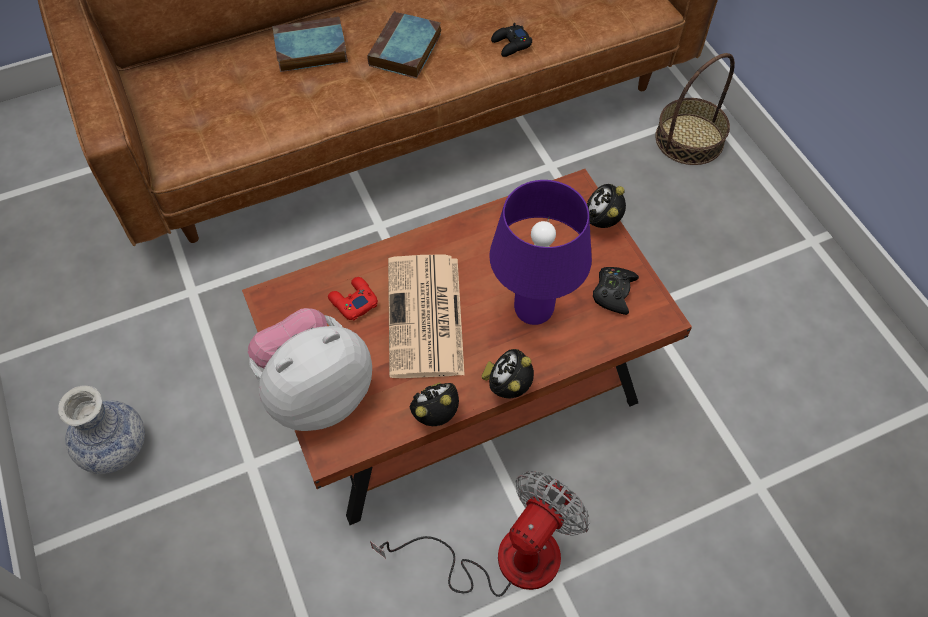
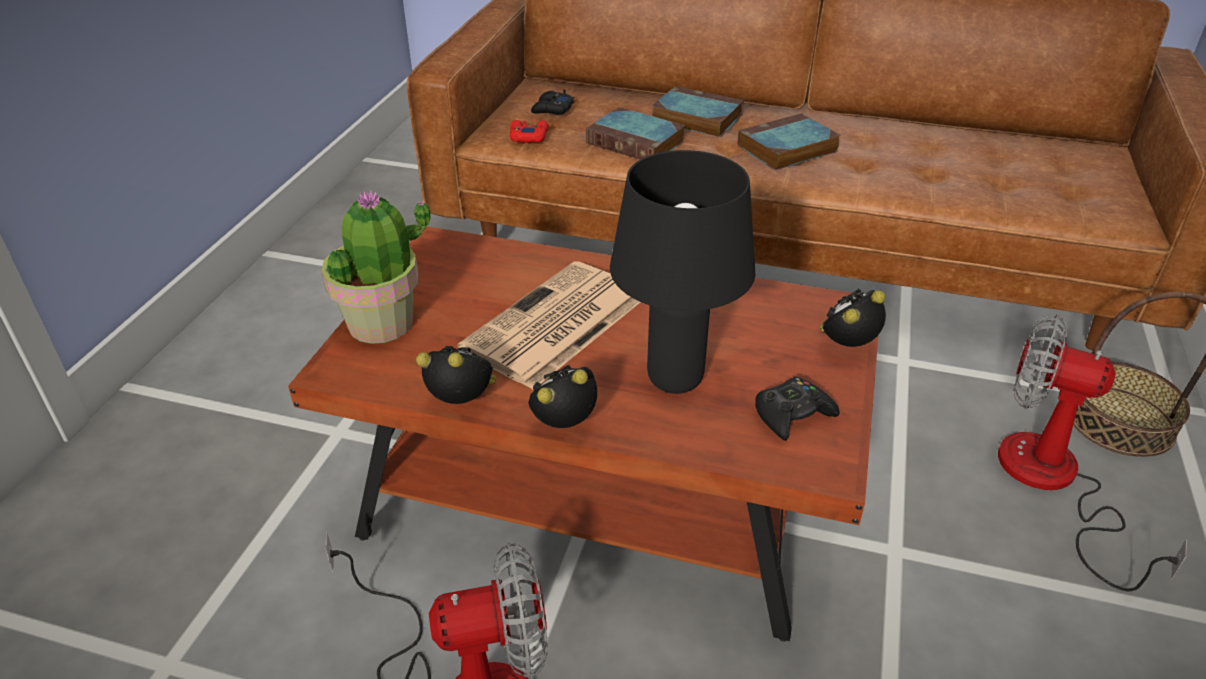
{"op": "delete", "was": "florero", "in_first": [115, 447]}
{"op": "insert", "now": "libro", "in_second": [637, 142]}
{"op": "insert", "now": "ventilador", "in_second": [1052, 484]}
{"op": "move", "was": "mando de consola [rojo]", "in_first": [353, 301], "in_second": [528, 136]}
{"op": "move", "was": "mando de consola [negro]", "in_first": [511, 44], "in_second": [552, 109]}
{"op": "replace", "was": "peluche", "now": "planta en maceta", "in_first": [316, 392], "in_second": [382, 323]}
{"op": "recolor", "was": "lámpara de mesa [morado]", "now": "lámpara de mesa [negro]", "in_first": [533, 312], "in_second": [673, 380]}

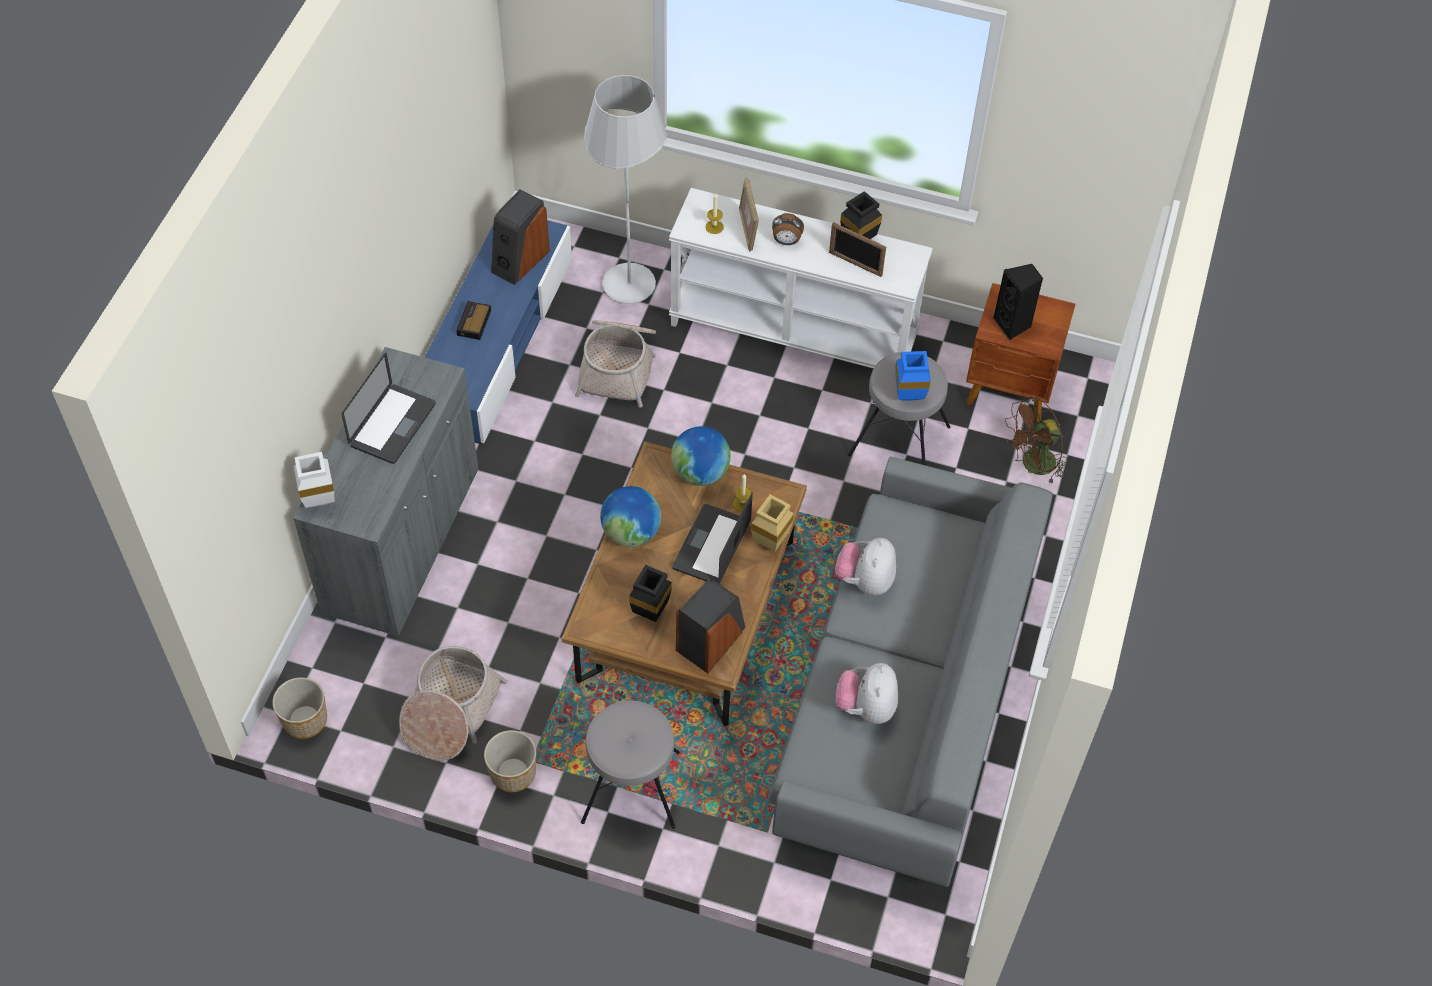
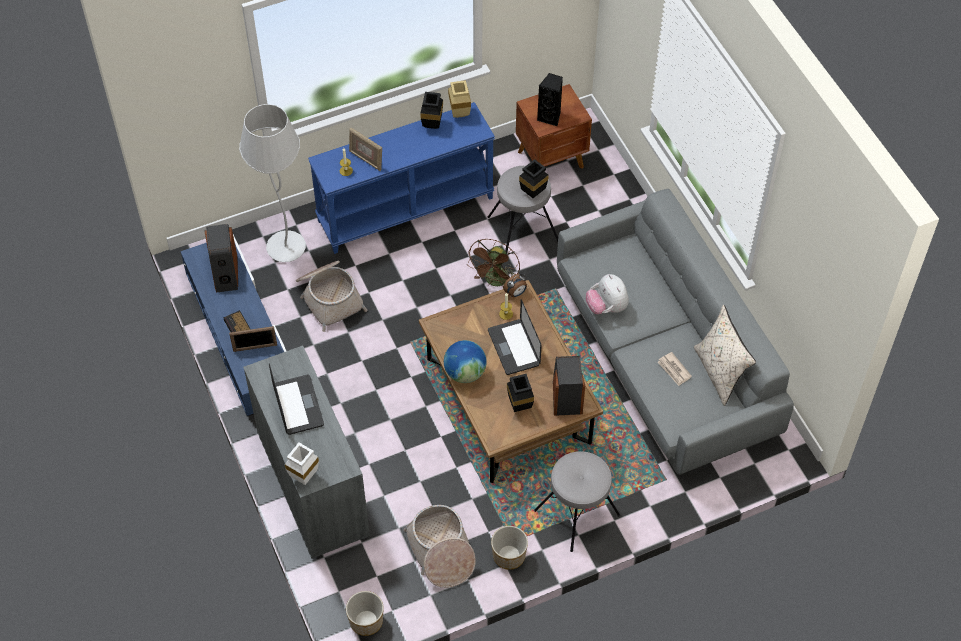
{"op": "delete", "was": "globo terráqueo", "in_first": [700, 473]}
{"op": "insert", "now": "cojín [beis]", "in_second": [719, 373]}
{"op": "move", "was": "florero [beis]", "in_first": [770, 544], "in_second": [460, 115]}
{"op": "move", "was": "despertador", "in_first": [786, 242], "in_second": [515, 293]}
{"op": "move", "was": "portarretratos", "in_first": [855, 264], "in_second": [255, 348]}
{"op": "move", "was": "ventilador [marrón]", "in_first": [1032, 466], "in_second": [495, 282]}
{"op": "replace", "was": "peluche", "now": "periódico", "in_first": [866, 707], "in_second": [674, 370]}
{"op": "recolor", "was": "mesa consola [blanco]", "now": "mesa consola [azul]", "in_first": [794, 330], "in_second": [405, 208]}
{"op": "recolor", "was": "florero [azul]", "now": "florero [negro]", "in_first": [910, 395], "in_second": [533, 192]}

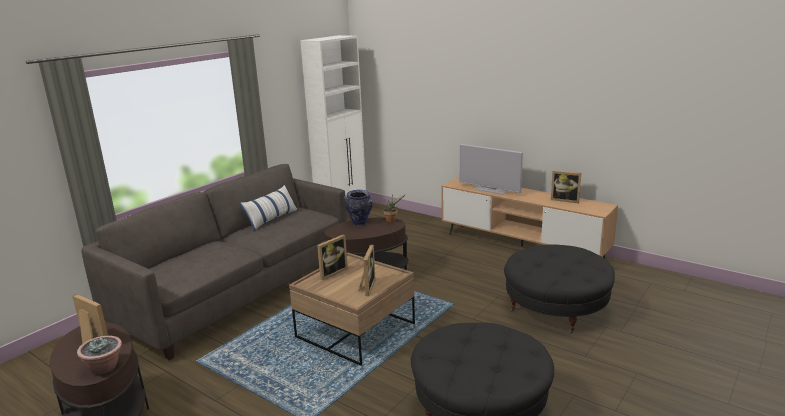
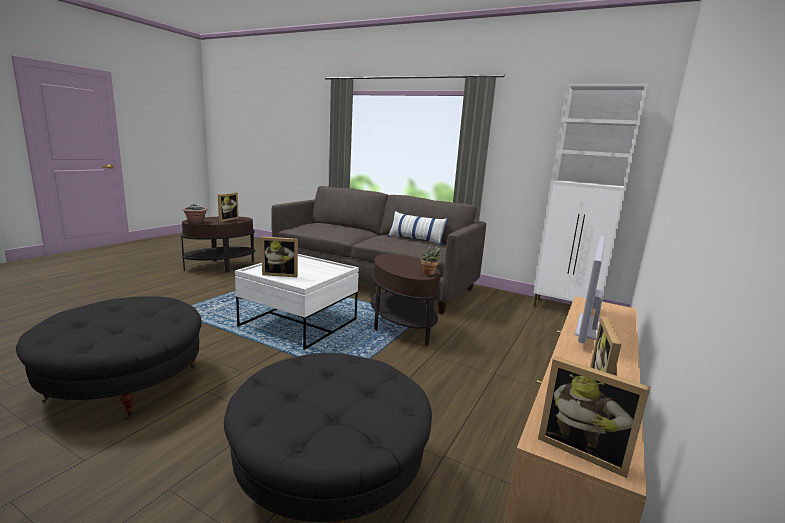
{"op": "delete", "was": "florero", "in_first": [360, 223]}
{"op": "move", "was": "portarretratos", "in_first": [331, 272], "in_second": [583, 449]}
{"op": "recolor", "was": "mesa de centro [marrón]", "now": "mesa de centro [blanco]", "in_first": [355, 330], "in_second": [299, 323]}

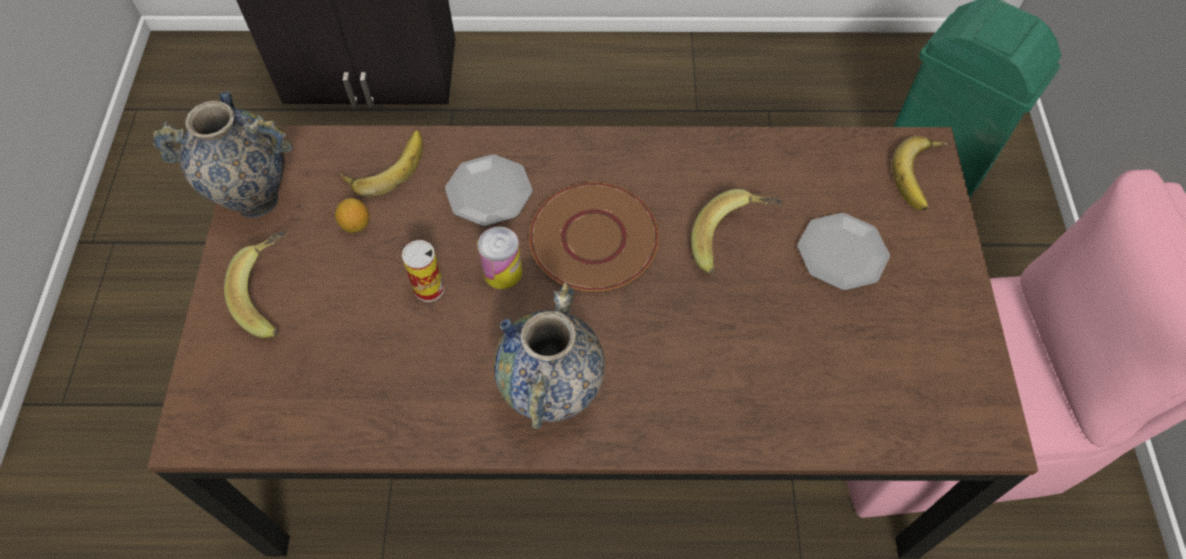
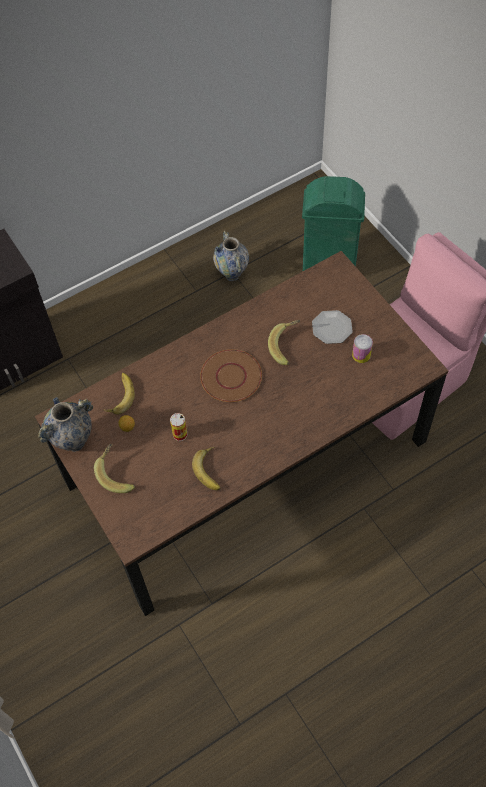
{"op": "delete", "was": "plato", "in_first": [489, 191]}
{"op": "move", "was": "lata", "in_first": [502, 272], "in_second": [361, 355]}
{"op": "move", "was": "florero", "in_first": [552, 398], "in_second": [232, 274]}
{"op": "move", "was": "plátano", "in_first": [923, 177], "in_second": [211, 470]}

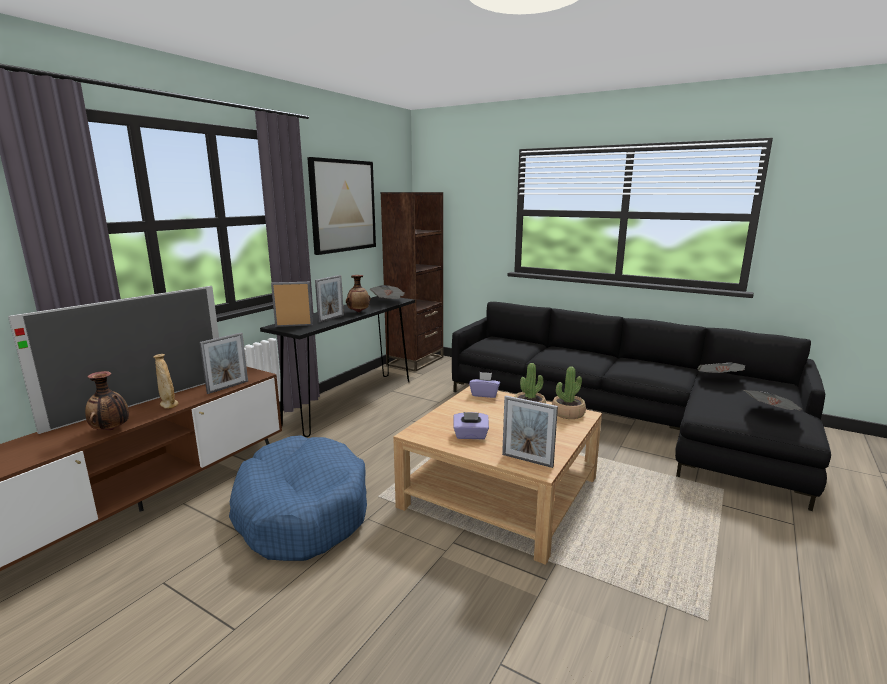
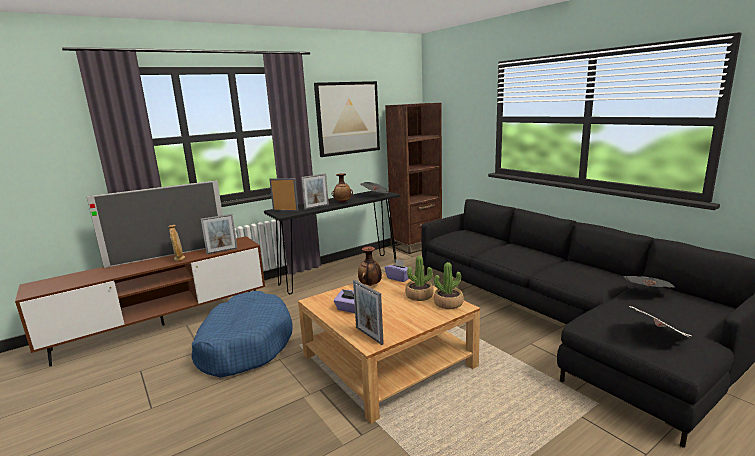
{"op": "move", "was": "florero", "in_first": [111, 430], "in_second": [370, 285]}

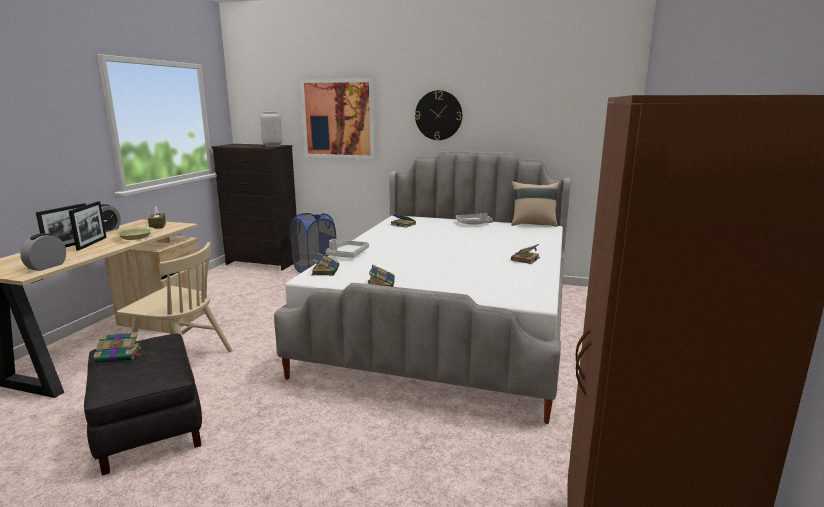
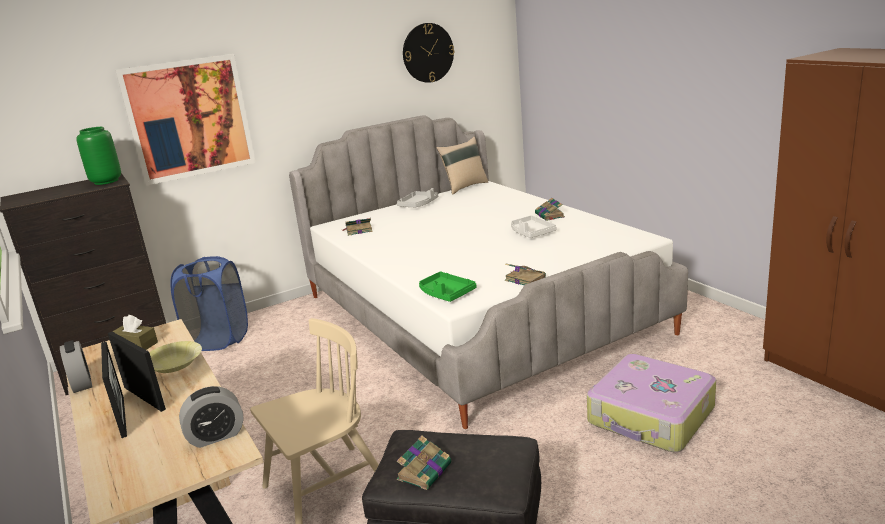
{"op": "insert", "now": "maleta", "in_second": [651, 416]}
{"op": "move", "was": "bandeja [blanco]", "in_first": [347, 254], "in_second": [531, 233]}
{"op": "move", "was": "reloj de pared", "in_first": [438, 115], "in_second": [428, 53]}
{"op": "replace", "was": "libro", "now": "bandeja [verde]", "in_first": [325, 270], "in_second": [446, 293]}
{"op": "recolor", "was": "florero [gris]", "now": "florero [verde]", "in_first": [273, 146], "in_second": [107, 181]}
{"op": "rotate", "was": "despertador", "in_first": [47, 266], "in_second": [216, 436], "clockwise": -90}

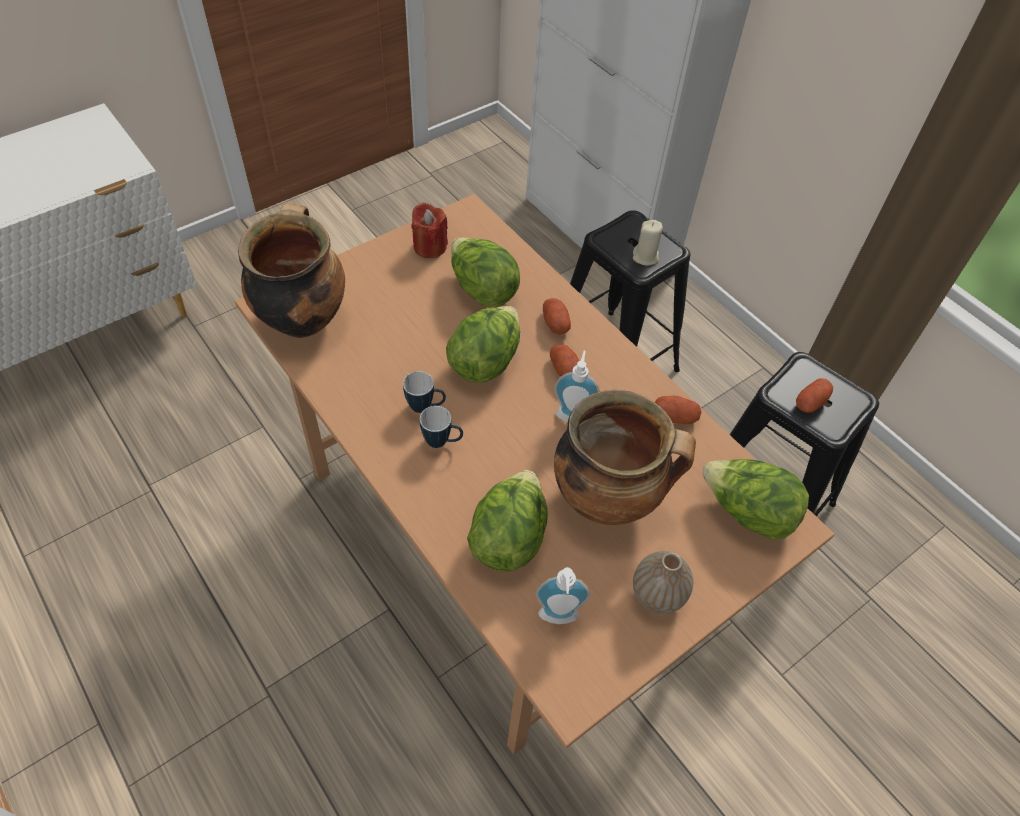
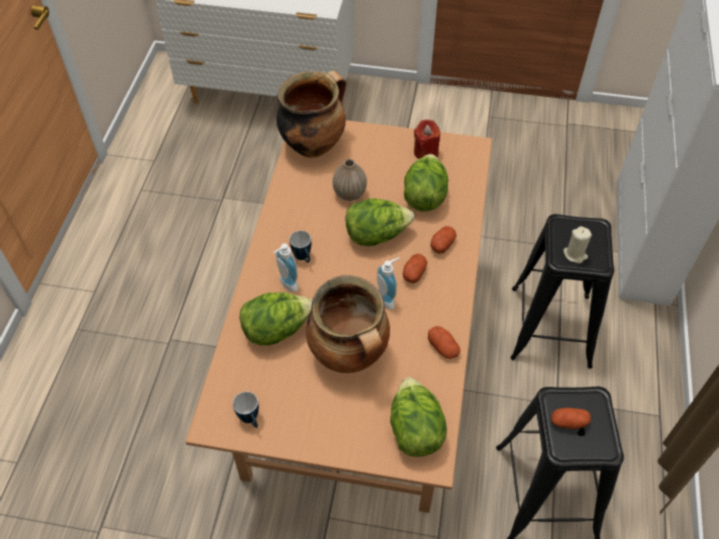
{"op": "move", "was": "taza grande", "in_first": [425, 407], "in_second": [251, 420]}
{"op": "move", "was": "dispensador de jabón", "in_first": [558, 619], "in_second": [286, 285]}
{"op": "move", "was": "florero", "in_first": [657, 595], "in_second": [349, 194]}

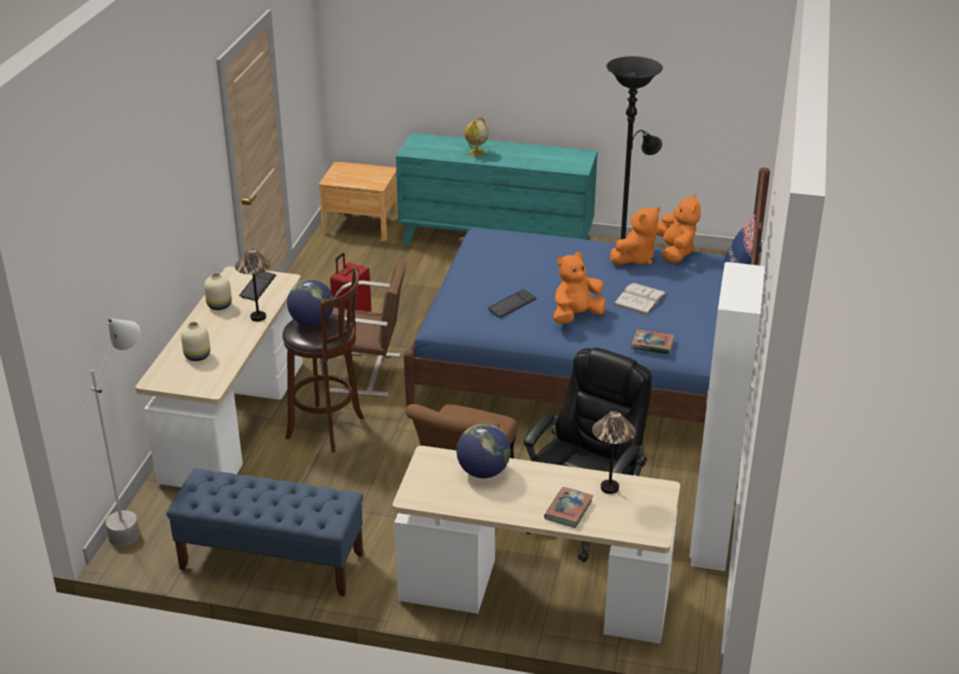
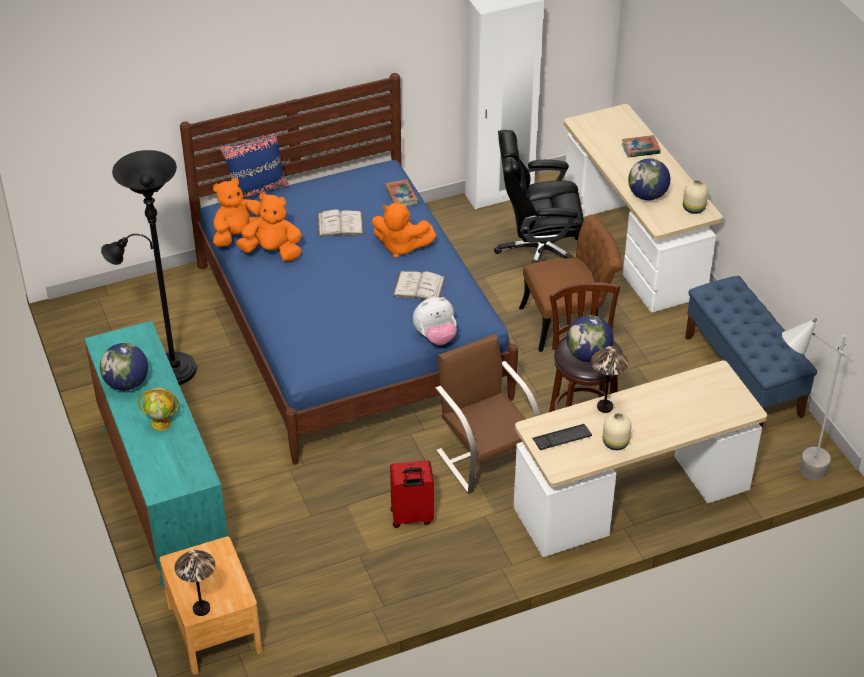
{"op": "insert", "now": "globo terráqueo", "in_second": [127, 383]}
{"op": "insert", "now": "peluche", "in_second": [435, 337]}
{"op": "move", "was": "florero [beis]", "in_first": [197, 355], "in_second": [693, 209]}
{"op": "move", "was": "lámpara de mesa", "in_first": [610, 488], "in_second": [201, 608]}
{"op": "replace", "was": "teclado", "now": "libro [blanco]", "in_first": [512, 305], "in_second": [419, 286]}

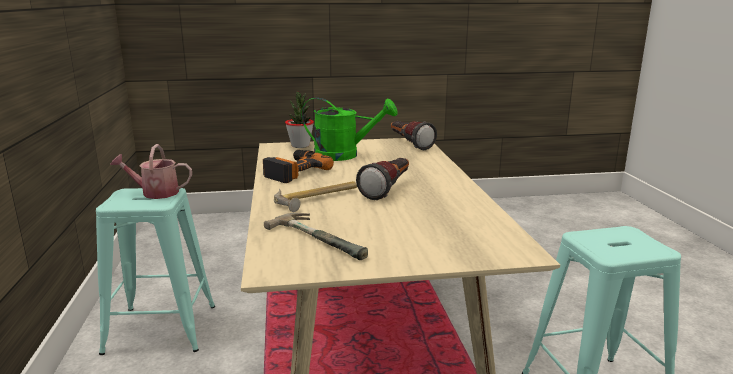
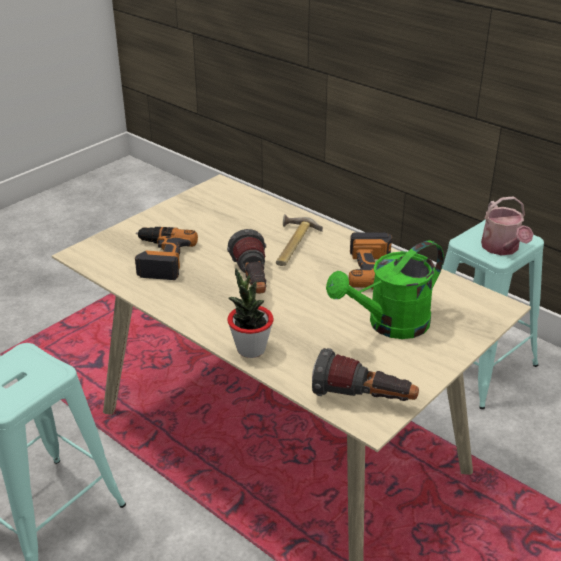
{"op": "delete", "was": "martillo", "in_first": [323, 237]}
{"op": "insert", "now": "taladro", "in_second": [159, 258]}
{"op": "move", "was": "planta en maceta", "in_first": [300, 145], "in_second": [251, 349]}
{"op": "rotate", "was": "regadera", "in_first": [155, 193], "in_second": [502, 248], "clockwise": 120}

